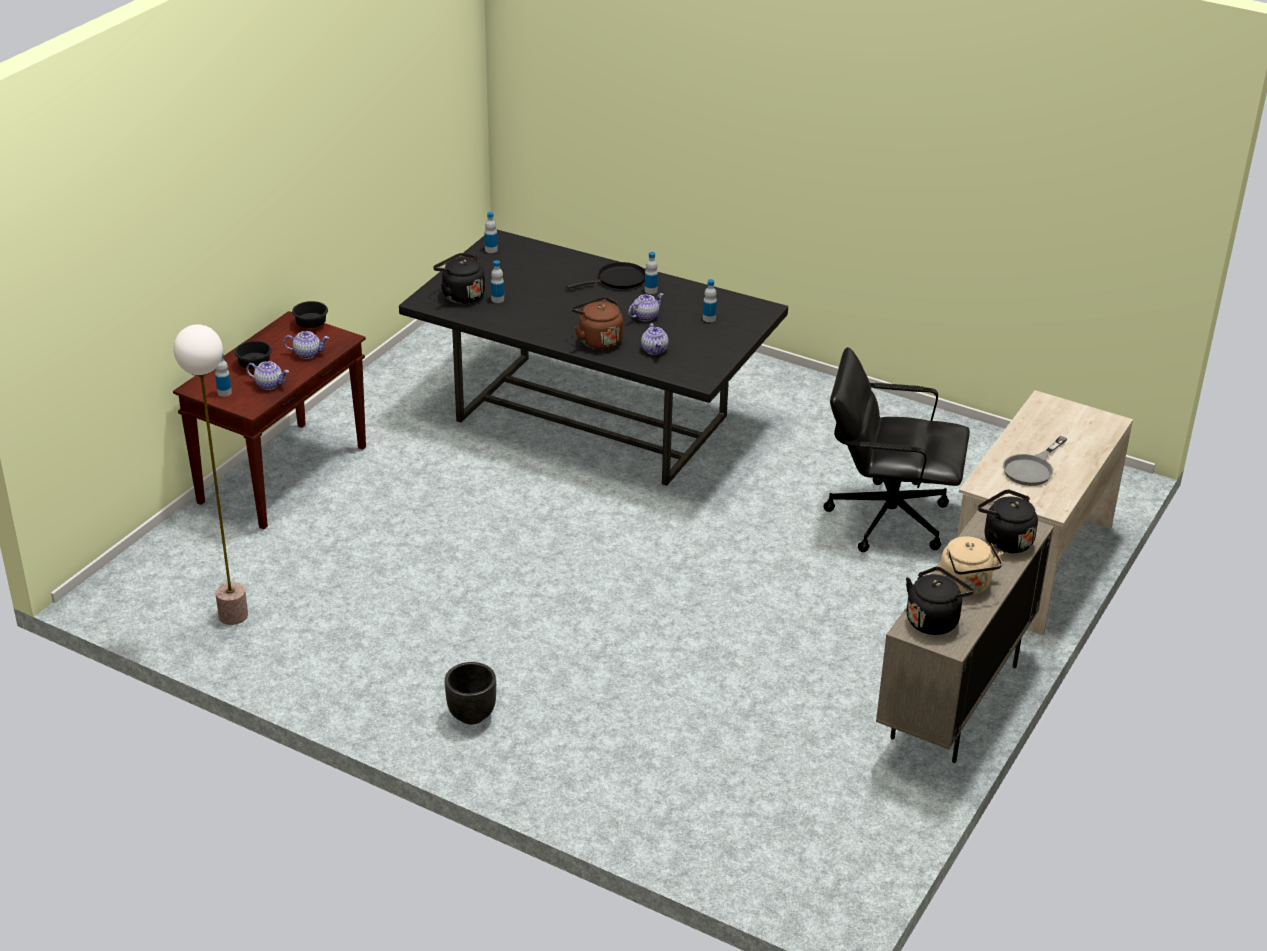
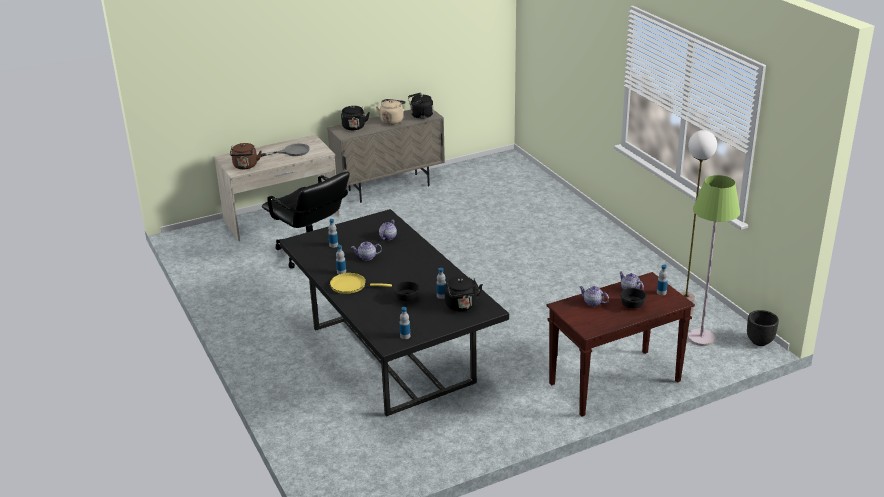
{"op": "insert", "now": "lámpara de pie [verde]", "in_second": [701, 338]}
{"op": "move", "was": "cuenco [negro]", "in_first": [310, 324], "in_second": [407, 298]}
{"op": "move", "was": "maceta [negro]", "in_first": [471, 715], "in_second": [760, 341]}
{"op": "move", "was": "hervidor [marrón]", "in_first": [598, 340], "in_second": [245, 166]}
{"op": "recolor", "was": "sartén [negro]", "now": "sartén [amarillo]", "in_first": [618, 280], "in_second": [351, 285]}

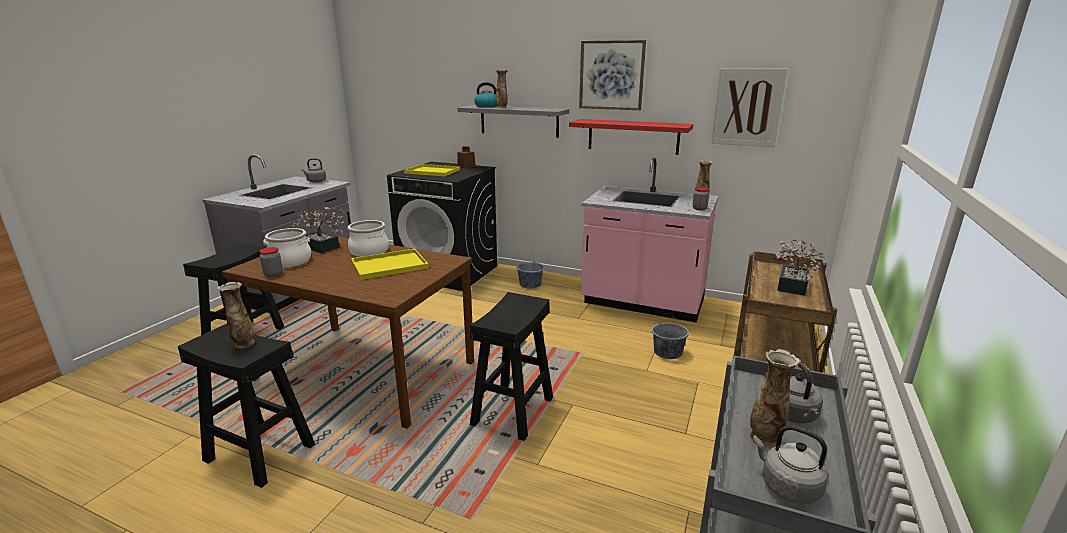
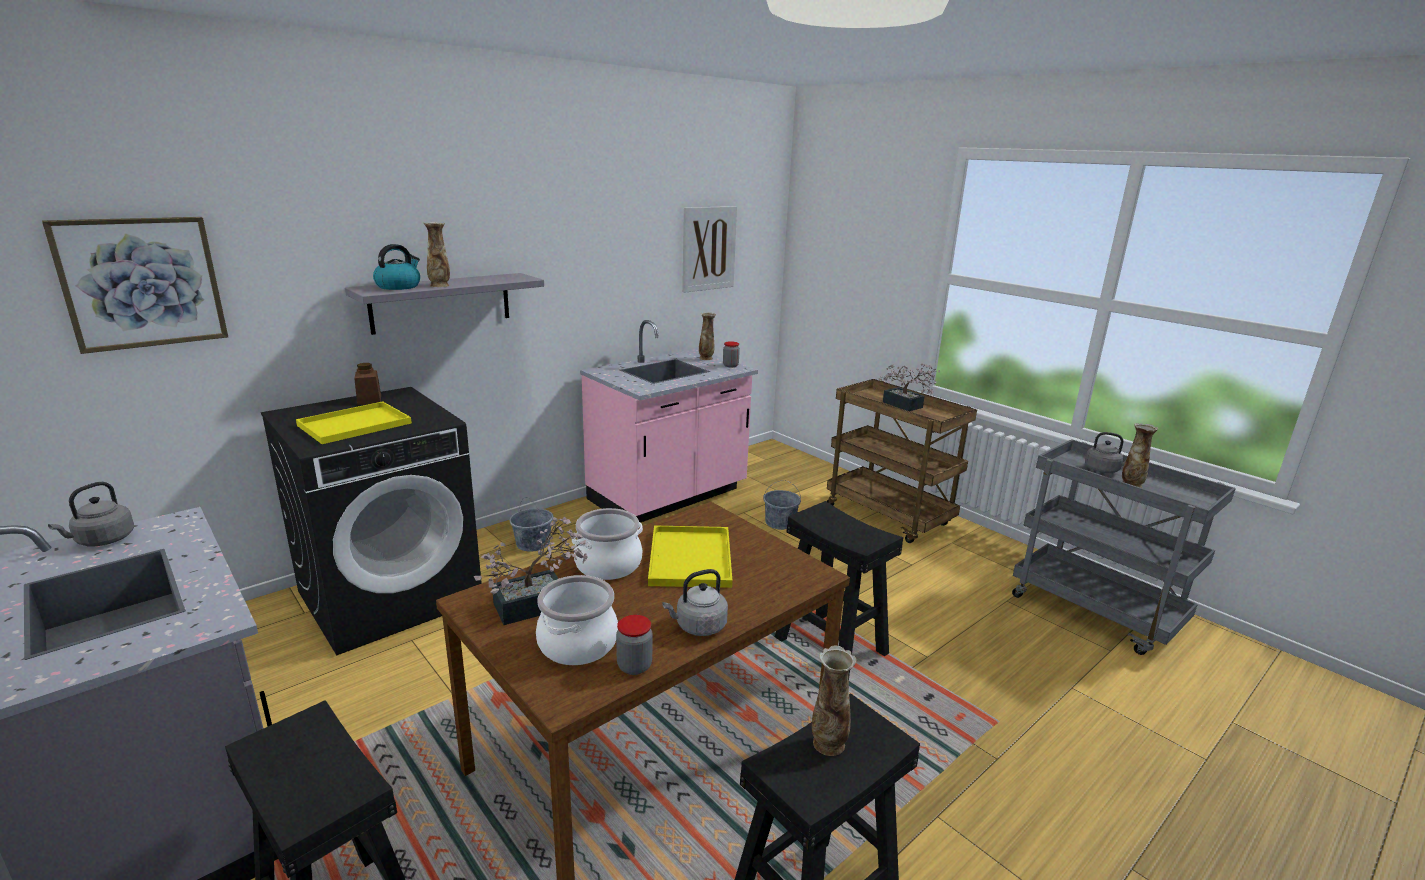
{"op": "delete", "was": "estante [rojo]", "in_first": [633, 136]}
{"op": "move", "was": "cuadro", "in_first": [611, 75], "in_second": [142, 283]}
{"op": "move", "was": "hervidor [gris]", "in_first": [787, 486], "in_second": [698, 627]}

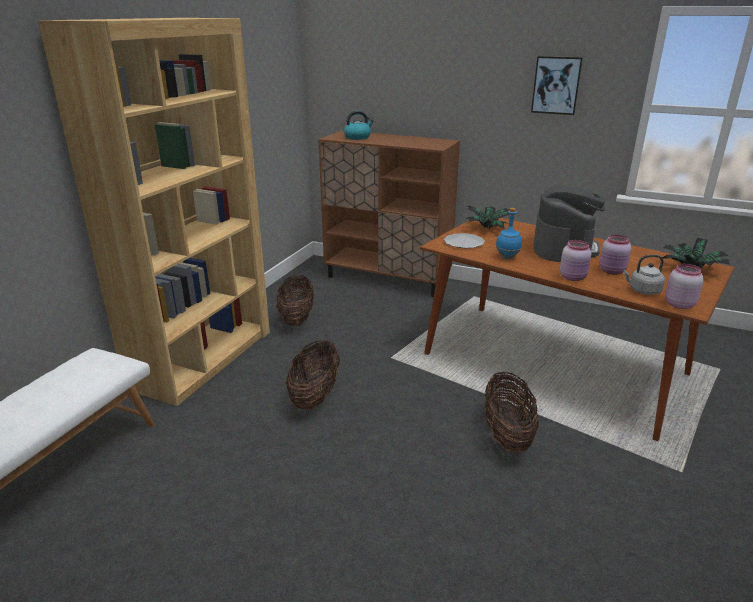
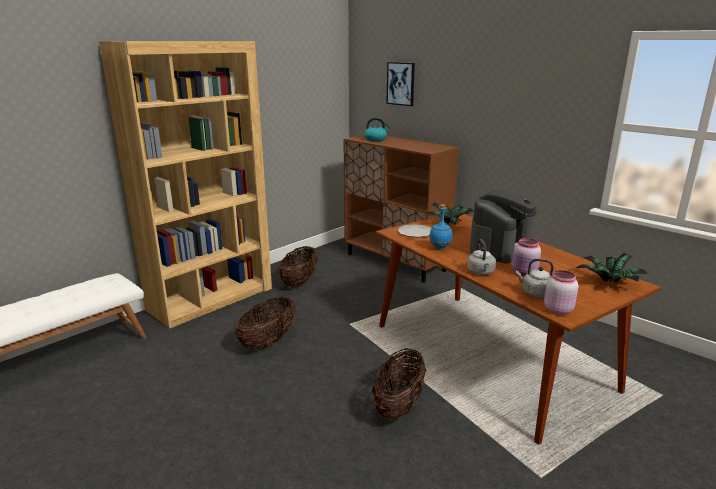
{"op": "move", "was": "cuadro", "in_first": [556, 85], "in_second": [401, 83]}
{"op": "replace", "was": "tarro [rosa]", "now": "hervidor [gris]", "in_first": [573, 277], "in_second": [481, 272]}

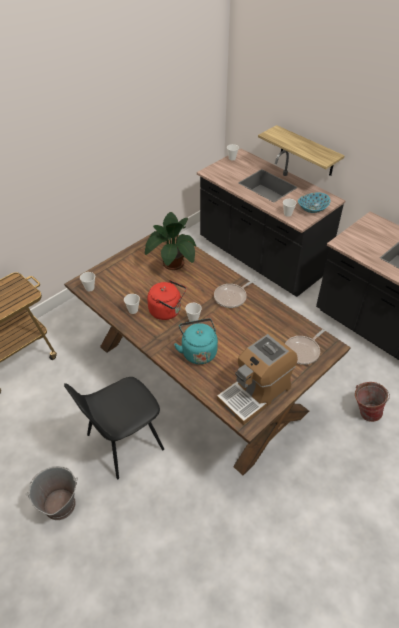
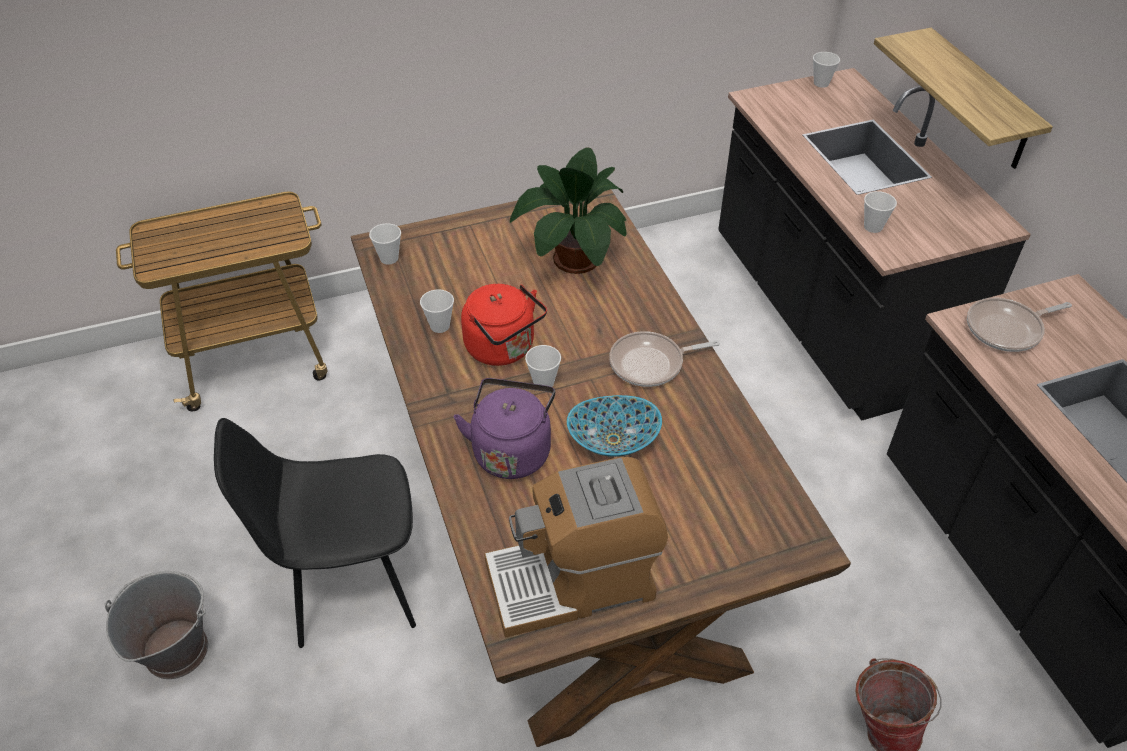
{"op": "move", "was": "sartén", "in_first": [303, 351], "in_second": [1007, 329]}
{"op": "move", "was": "cuenco", "in_first": [312, 209], "in_second": [612, 439]}
{"op": "recolor", "was": "hervidor [turquesa]", "now": "hervidor [morado]", "in_first": [198, 351], "in_second": [512, 450]}

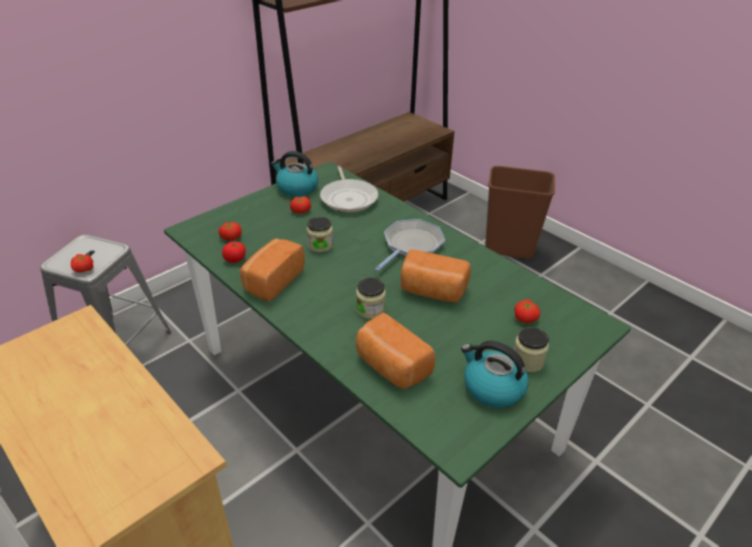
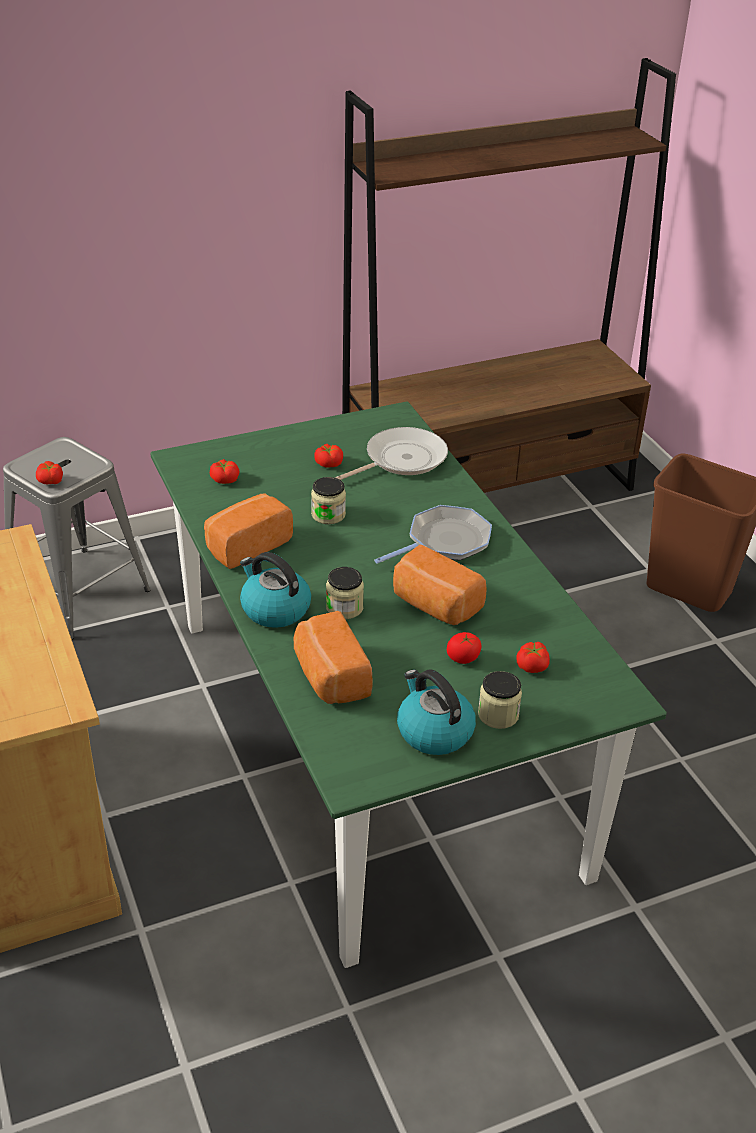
{"op": "move", "was": "tomate", "in_first": [235, 259], "in_second": [463, 658]}
{"op": "move", "was": "hervidor", "in_first": [296, 188], "in_second": [274, 609]}
{"op": "rotate", "was": "sartén", "in_first": [348, 198], "in_second": [401, 459], "clockwise": -135}

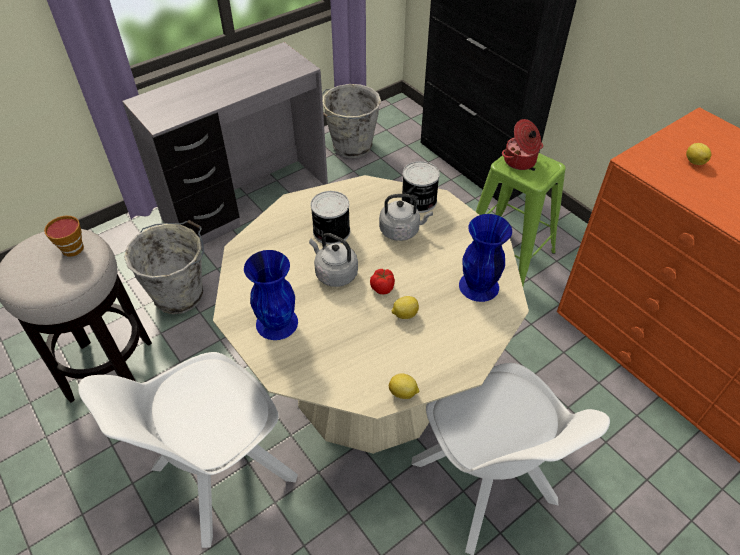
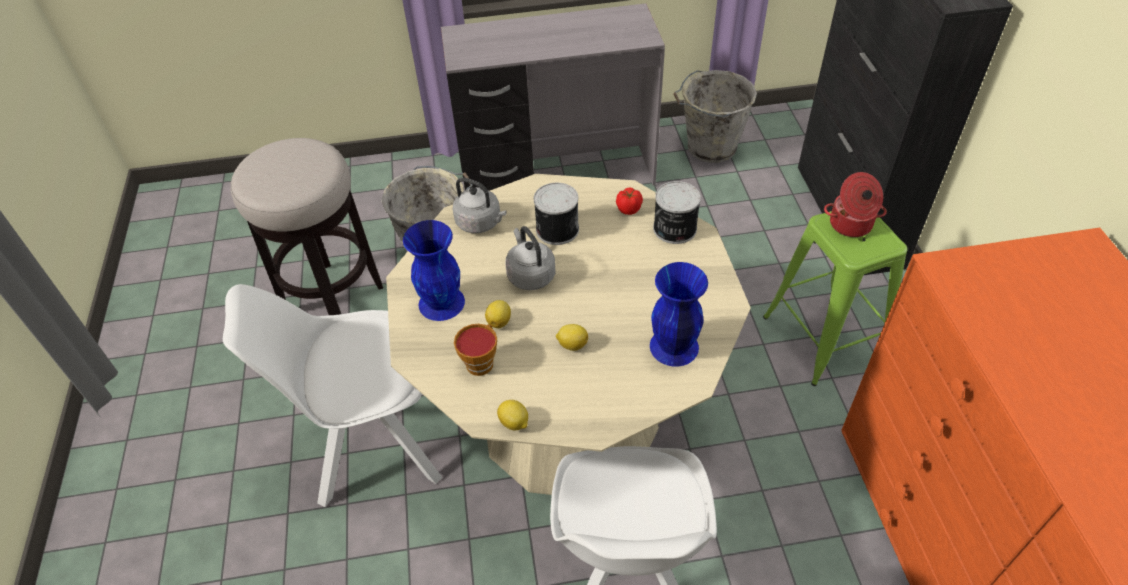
{"op": "move", "was": "taza", "in_first": [73, 246], "in_second": [481, 361]}
{"op": "move", "was": "tomate", "in_first": [383, 287], "in_second": [629, 209]}
{"op": "move", "was": "hervidor [gris]", "in_first": [401, 230], "in_second": [480, 223]}
{"op": "move", "was": "limón", "in_first": [694, 161], "in_second": [499, 321]}

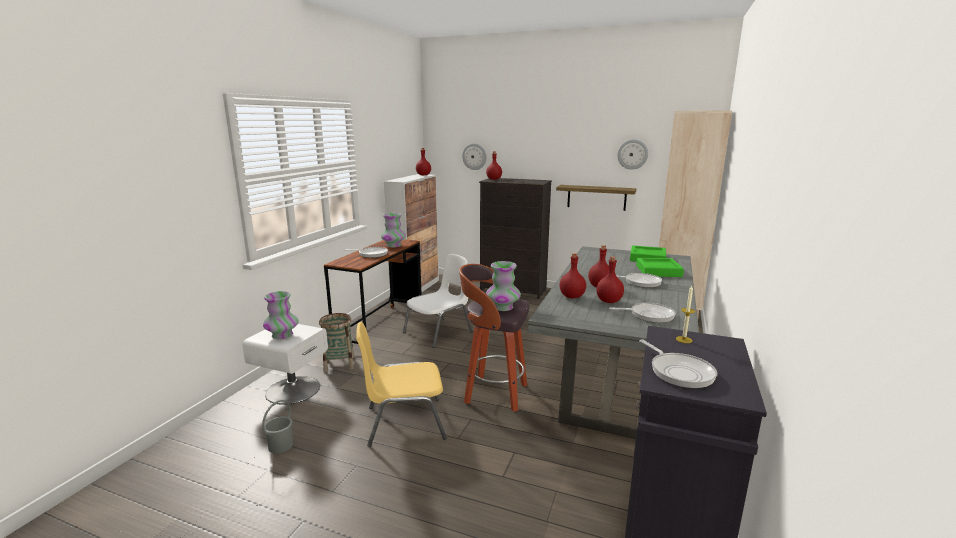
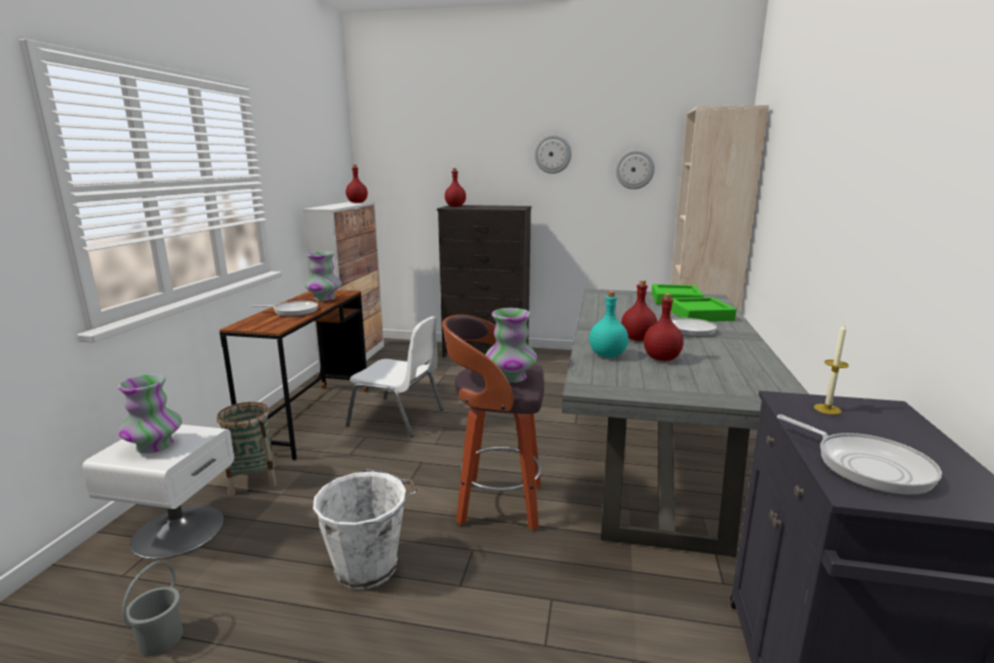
{"op": "delete", "was": "estante", "in_first": [596, 197]}
{"op": "delete", "was": "sartén", "in_first": [649, 315]}
{"op": "move", "was": "reloj de pared", "in_first": [474, 156], "in_second": [553, 154]}
{"op": "replace", "was": "silla [amarillo]", "now": "cubo [blanco]", "in_first": [404, 422], "in_second": [369, 567]}
{"op": "recolor", "was": "botella [rojo]", "now": "botella [turquesa]", "in_first": [571, 296], "in_second": [606, 355]}
{"op": "rotate", "was": "silla [blanco]", "in_first": [439, 332], "in_second": [398, 417], "clockwise": 75}

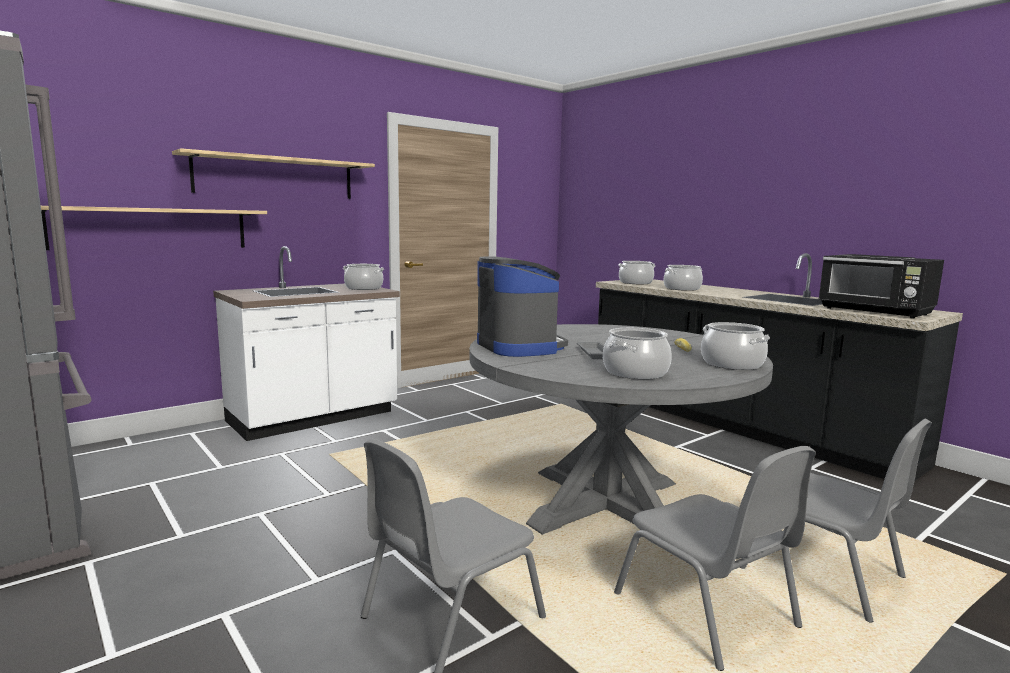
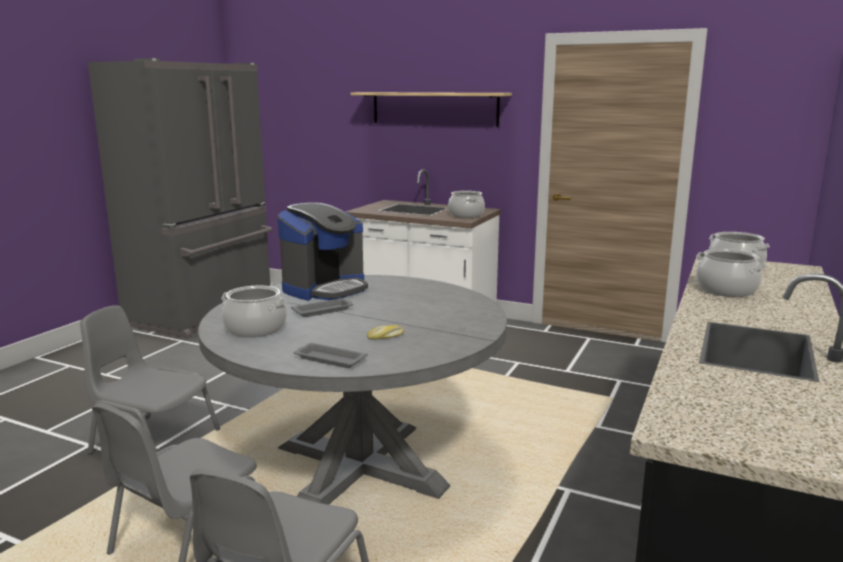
{"op": "delete", "was": "estante", "in_first": [151, 228]}
{"op": "delete", "was": "microondas [negro]", "in_first": [876, 311]}
{"op": "replace", "was": "olla", "now": "bandeja [gris]", "in_first": [732, 364], "in_second": [329, 359]}

